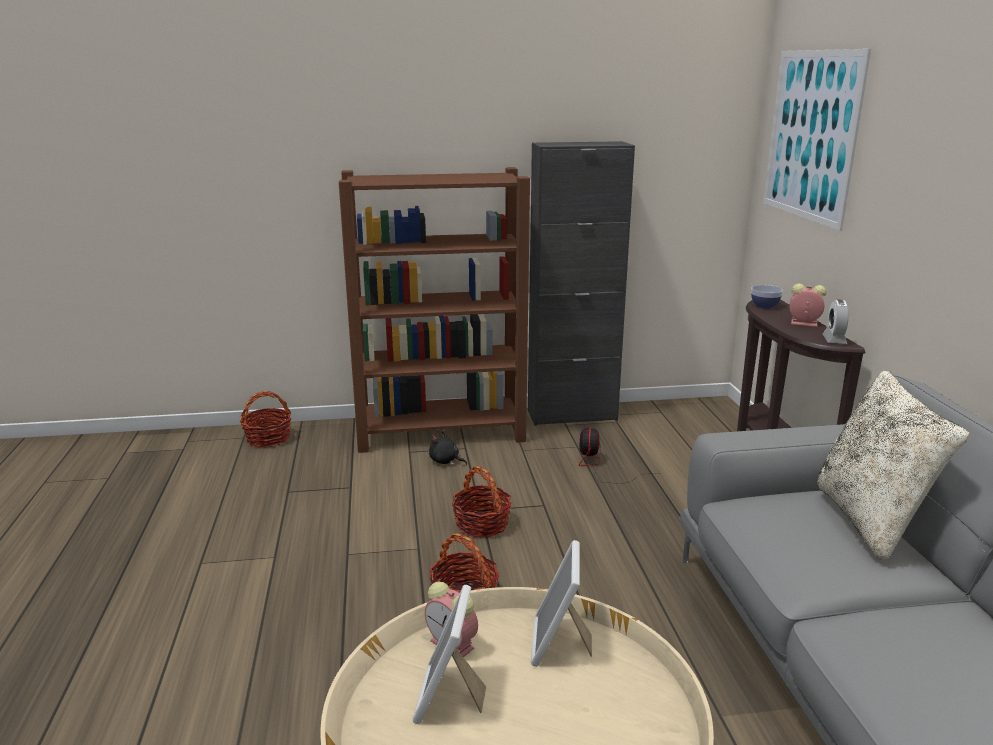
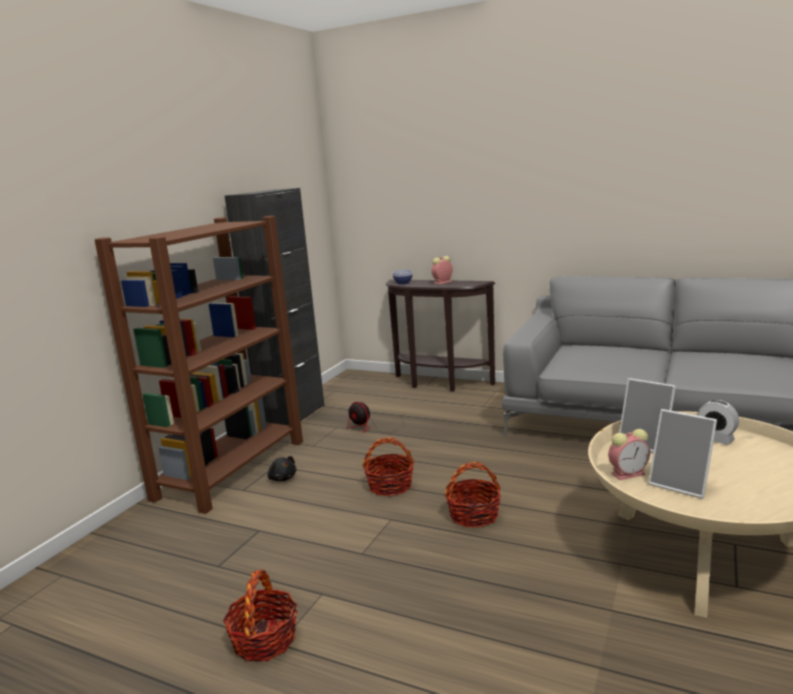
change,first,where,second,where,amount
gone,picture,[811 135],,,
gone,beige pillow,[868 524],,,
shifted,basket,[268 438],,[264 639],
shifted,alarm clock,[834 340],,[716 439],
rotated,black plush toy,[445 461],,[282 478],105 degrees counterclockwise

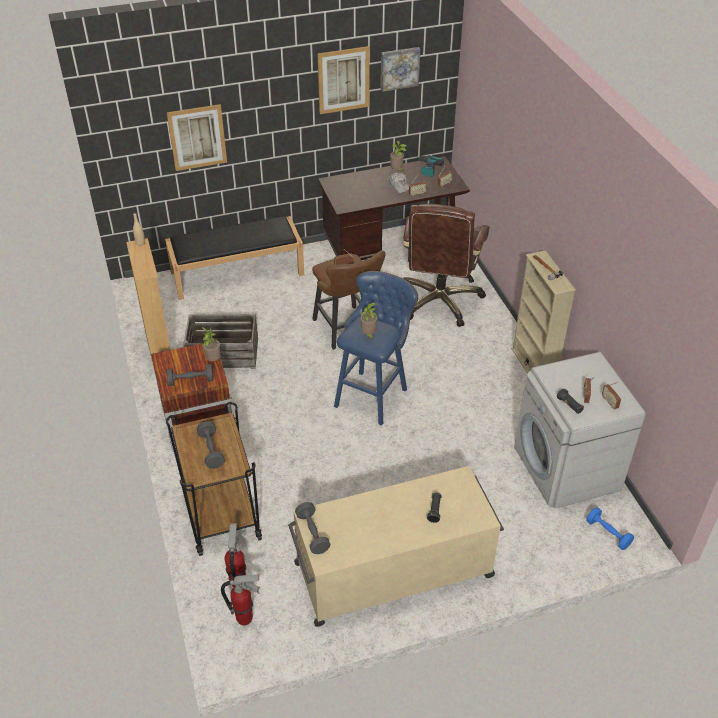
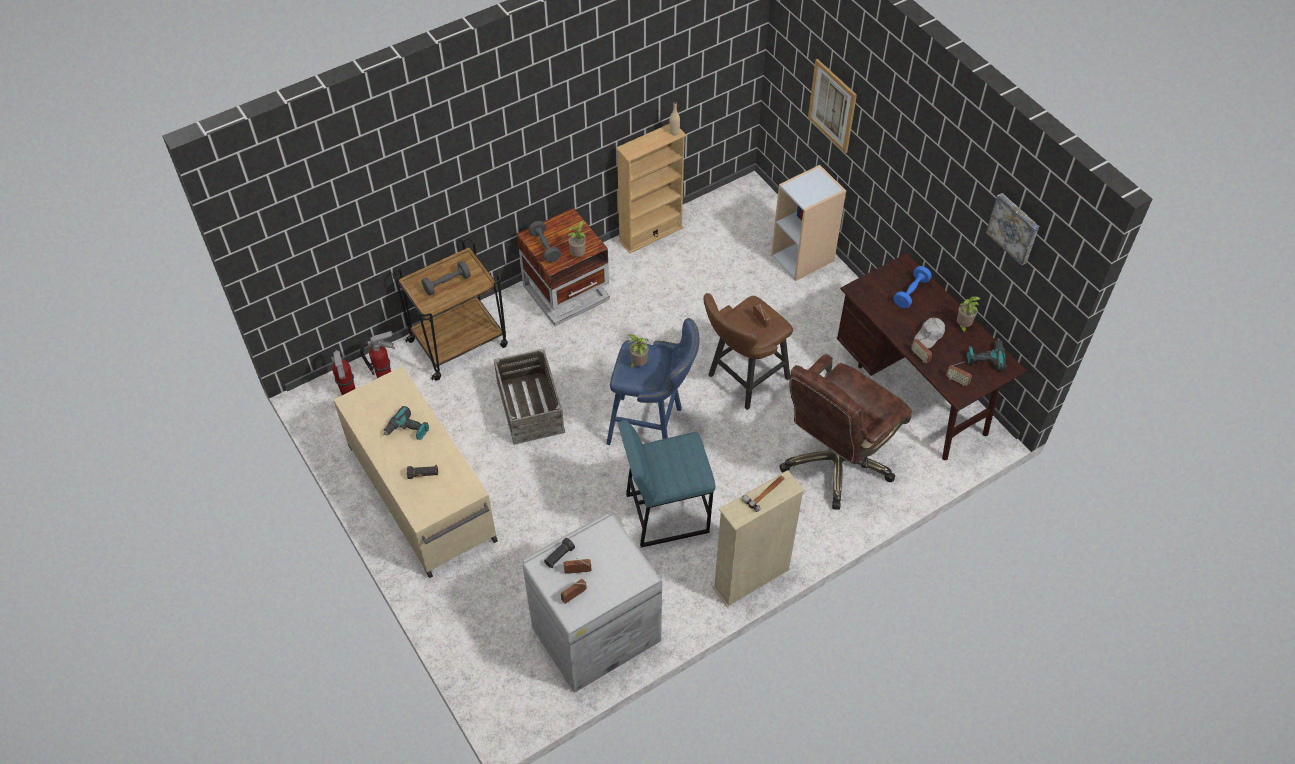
change,first,where,second,where,amount
gone,grey dumbbell,[312 533],,,
gone,picture,[343 80],,,
new,,,power drill,[407 430],
new,,,blue stool,[664 514],
shifted,crate,[223 354],,[529 407],
shifted,blue dumbbell,[608 533],,[911 292],
swapped,black bench,[238 272],bookcase,[803 258],
rotated,brown office chair,[439 299],,[836 460],45 degrees counterclockwise

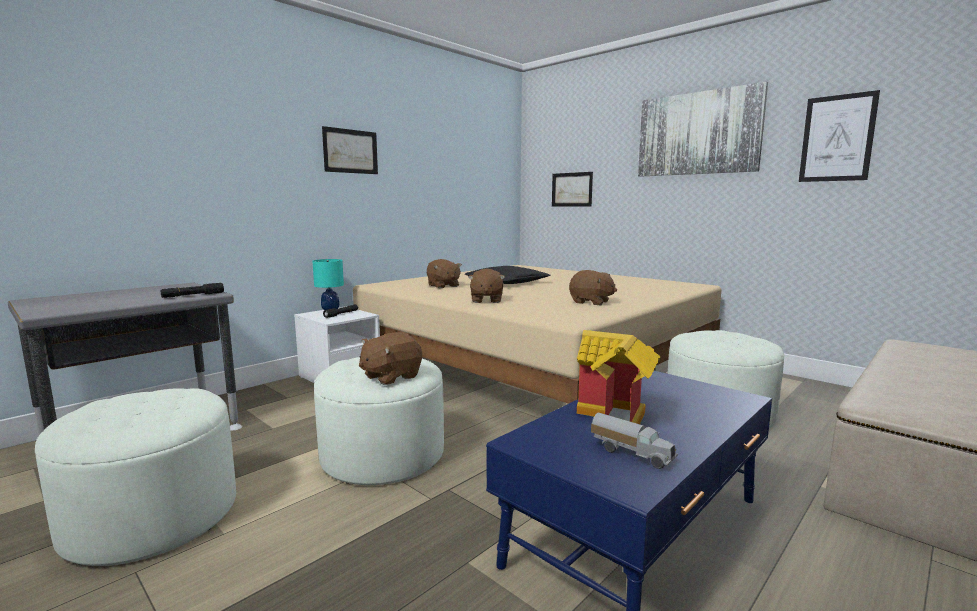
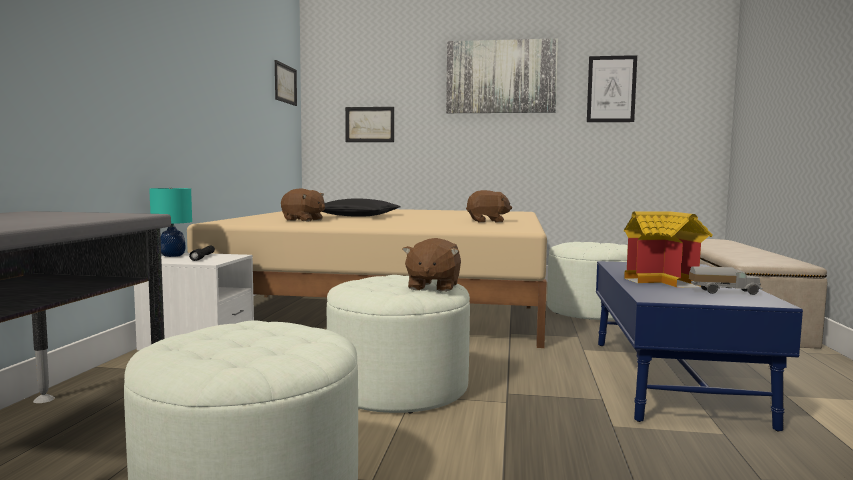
change,first,where,second,where,amount
gone,black flashlight,[193 295],,,
gone,brown plush toy,[486 300],,,
shifted,picture,[350 151],,[285 84],

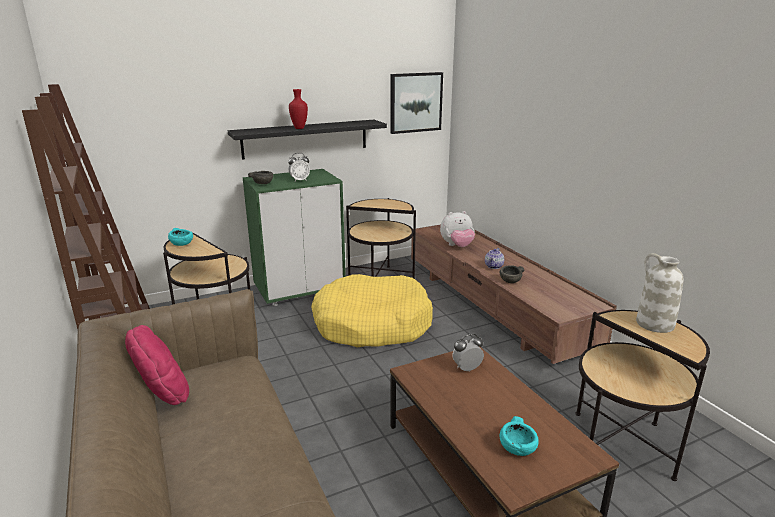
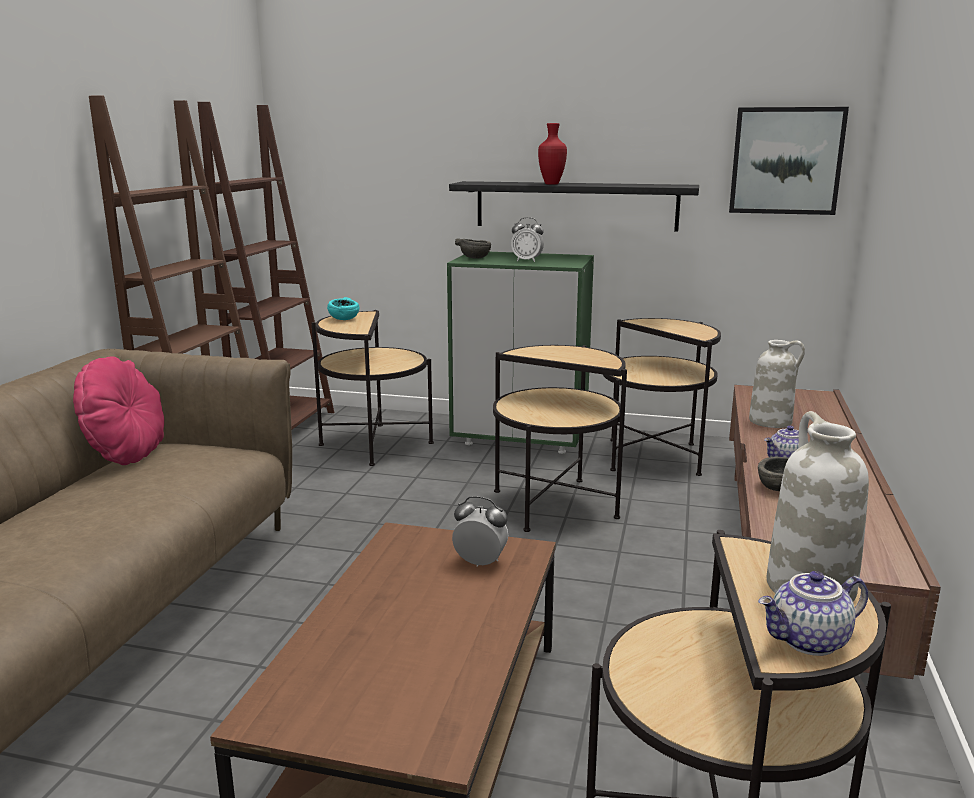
change,first,where,second,where,amount
gone,turquoise bowl,[518 449],,,
new,,,teapot,[809 642],
swapped,yellow dog bed,[372 324],side table,[554 504],
swapped,plush toy,[457 246],white vase,[771 421],

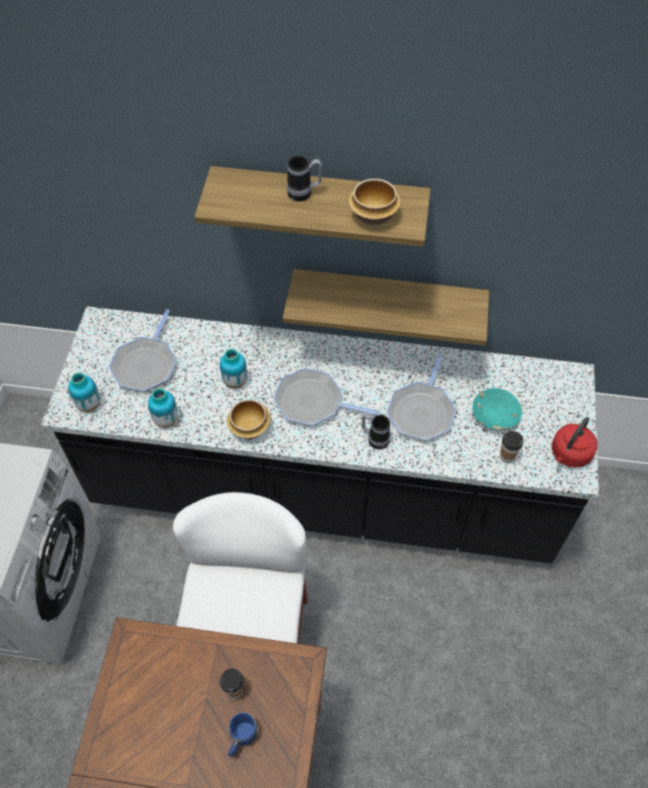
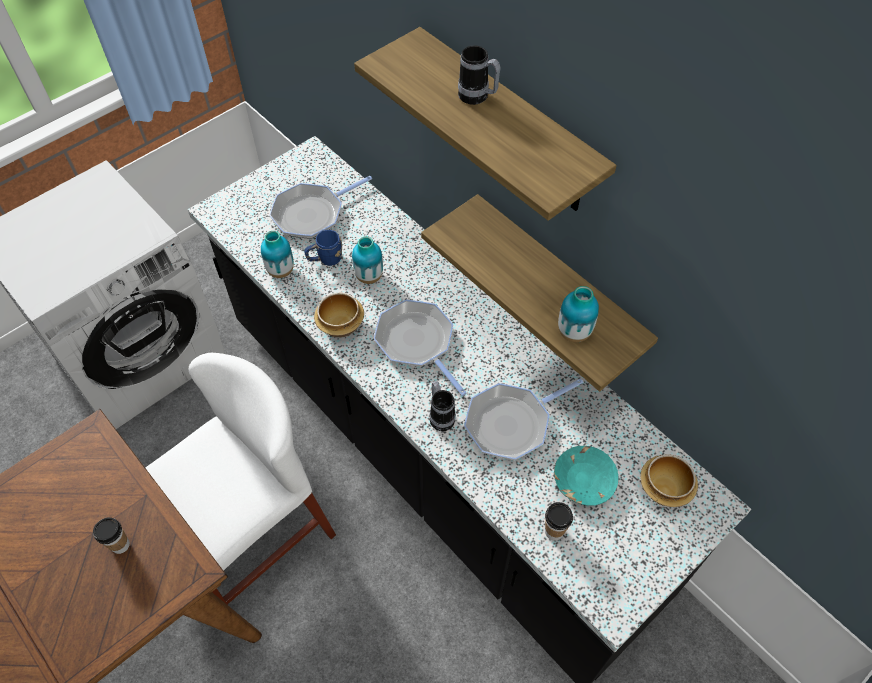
change,first,where,second,where,amount
gone,red kettle,[569 454],,,
shifted,vase,[89 405],,[573 333],
shifted,blue mug,[242 739],,[325 259],
shifted,bowl,[373 216],,[662 489],

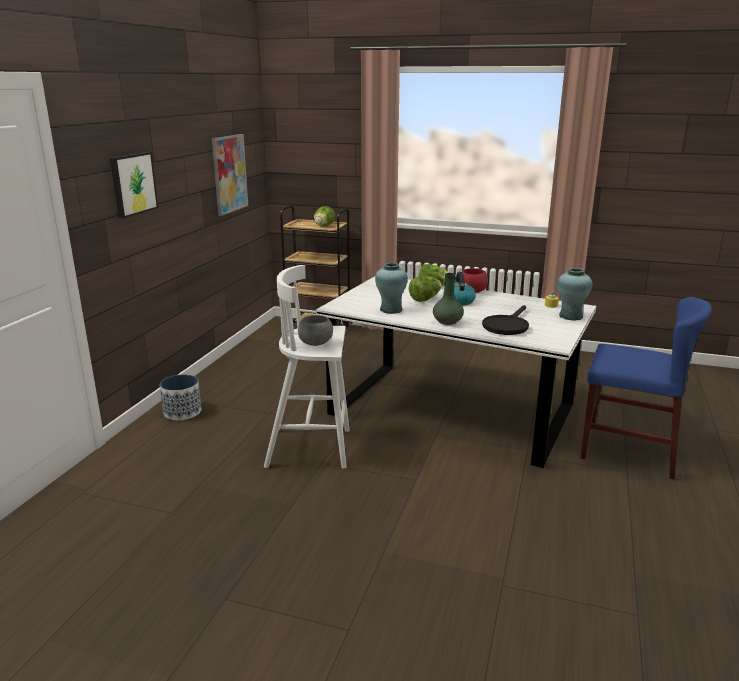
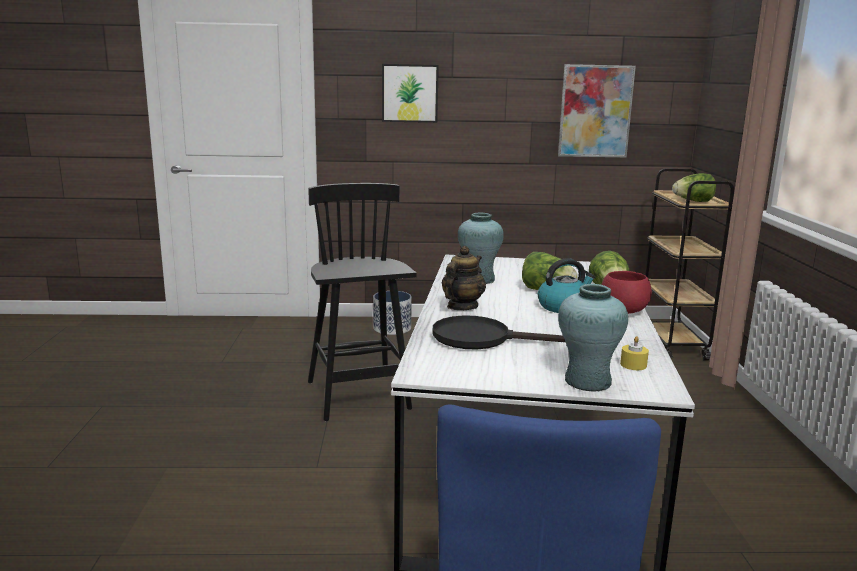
change,first,where,second,where,amount
gone,grey bowl,[316 344],,,
swapped,green vase,[447 322],teapot,[462 307],
repainted,white stool,[312 447],black stool,[359 396],

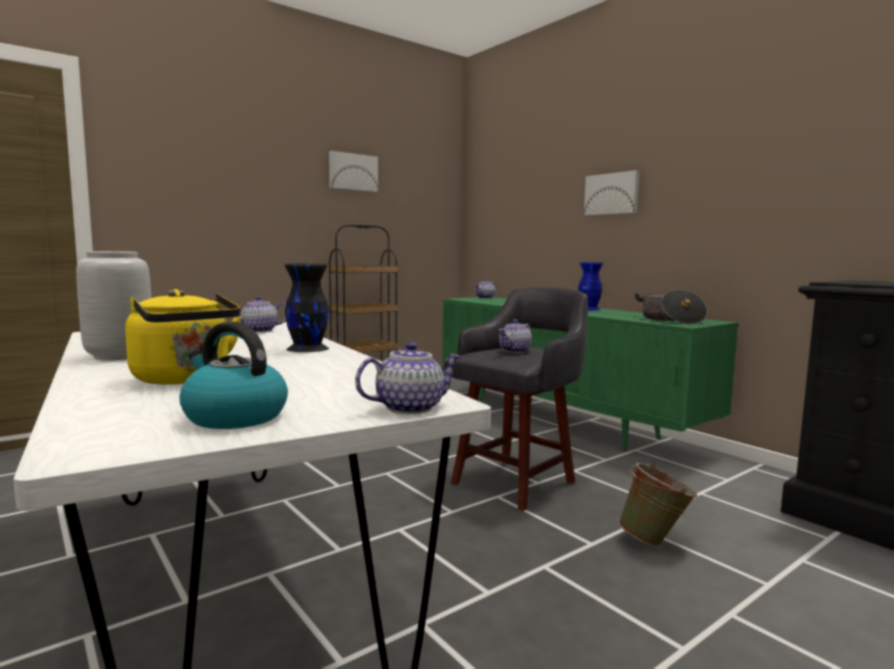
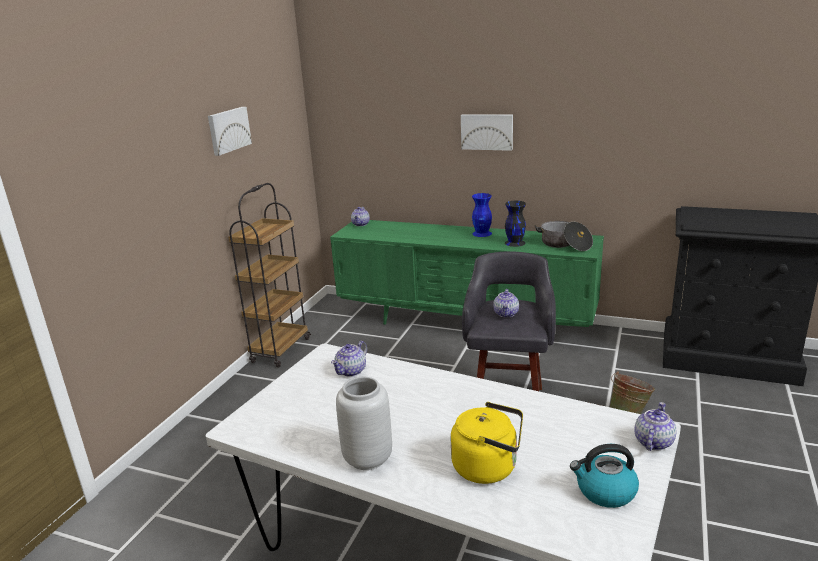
change,first,where,second,where,amount
shifted,black vase,[308 348],,[514 243],

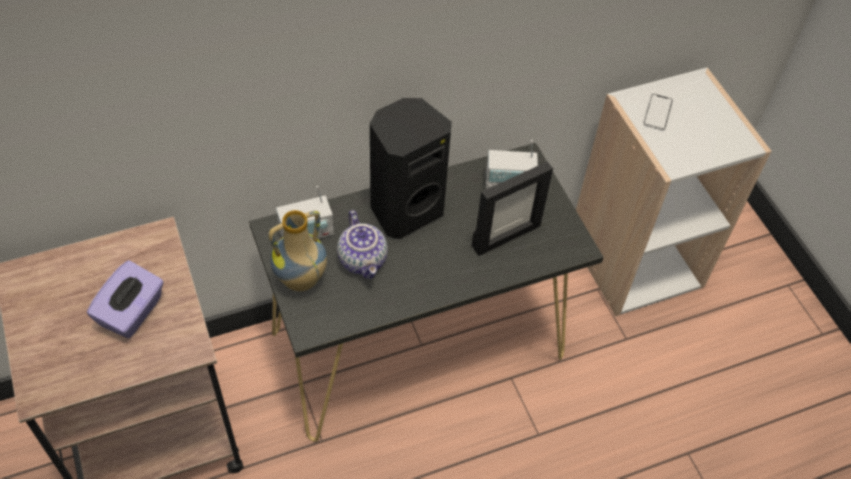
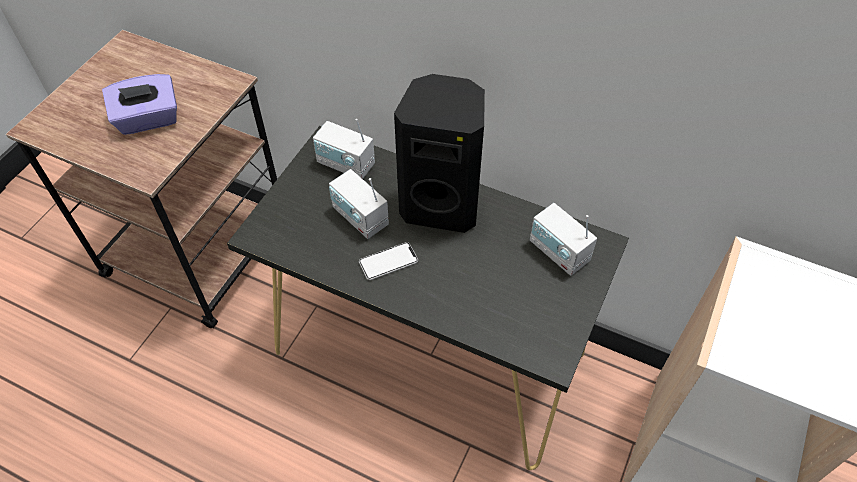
change,first,where,second,where,amount
gone,vase,[301 281],,,
gone,picture frame,[506 236],,,
shifted,phone,[657 112],,[388 262],
swapped,teapot,[364 260],radio,[360 218],

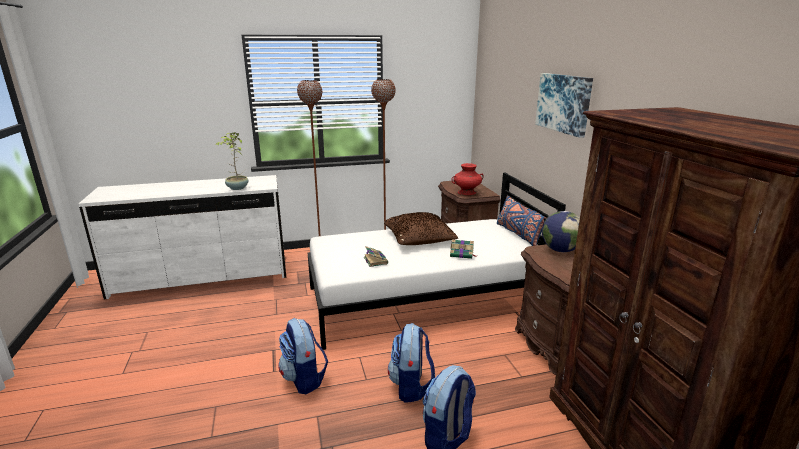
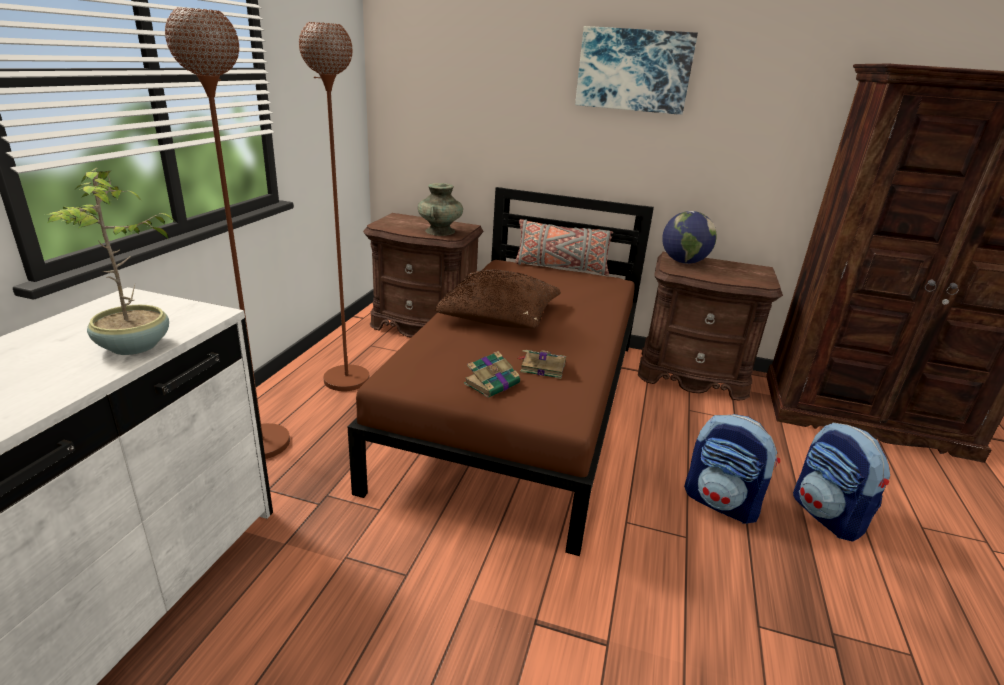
change,first,where,second,where,amount
gone,backpack,[304 379],,,
shifted,book,[462 254],,[493 383],
repainted,white bed,[424 299],brown bed,[521 406],
repainted,red vase,[466 192],turquoise vase,[440 231],
repainted,blue pillow,[518 234],grey pillow,[561 268],

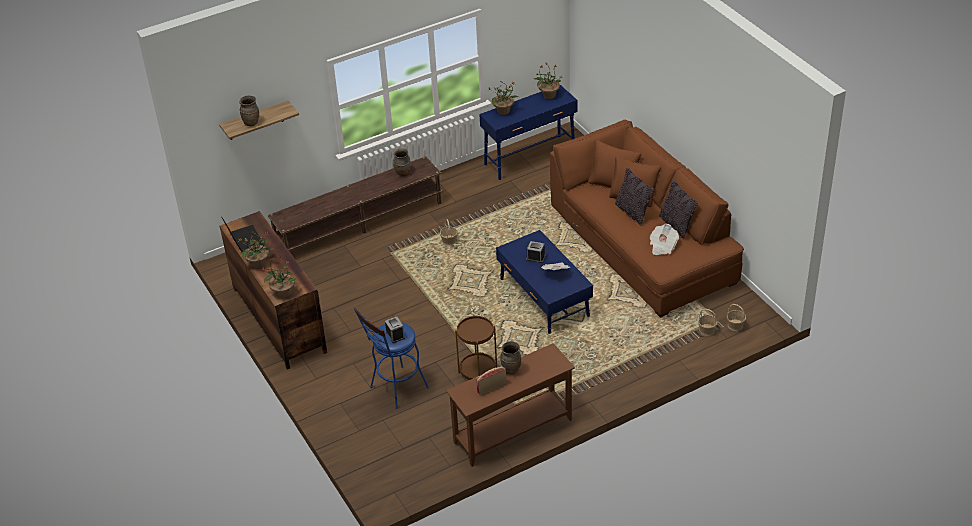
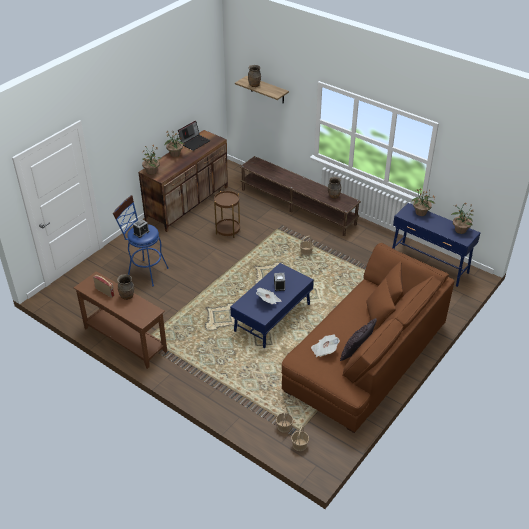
change,first,where,second,where,amount
gone,black pillow,[633 212],,,
shifted,brown side table,[477 371],,[227 230],

